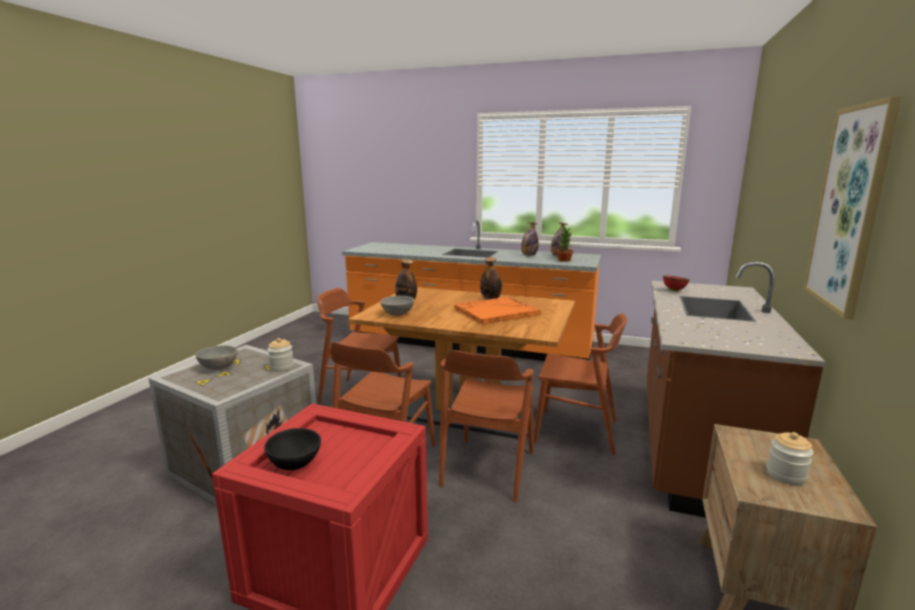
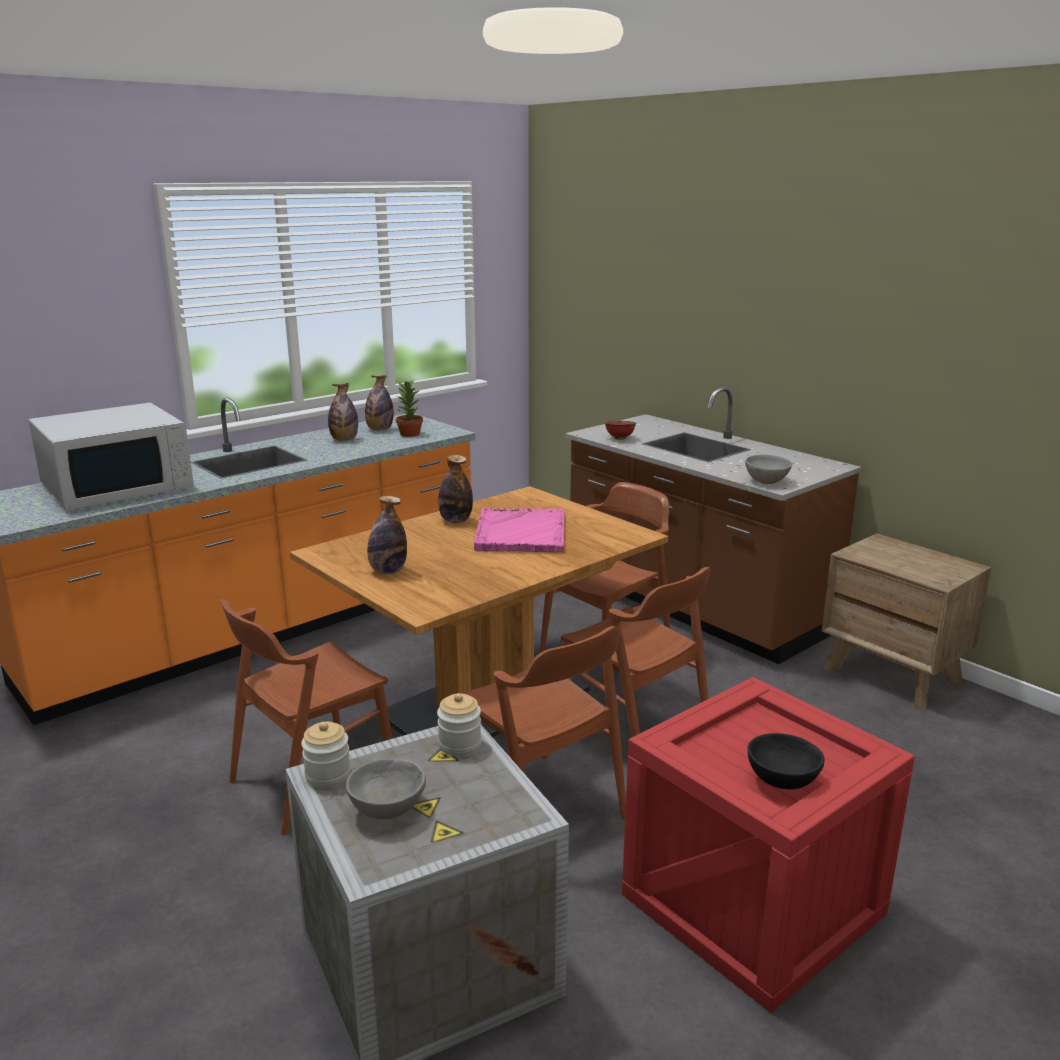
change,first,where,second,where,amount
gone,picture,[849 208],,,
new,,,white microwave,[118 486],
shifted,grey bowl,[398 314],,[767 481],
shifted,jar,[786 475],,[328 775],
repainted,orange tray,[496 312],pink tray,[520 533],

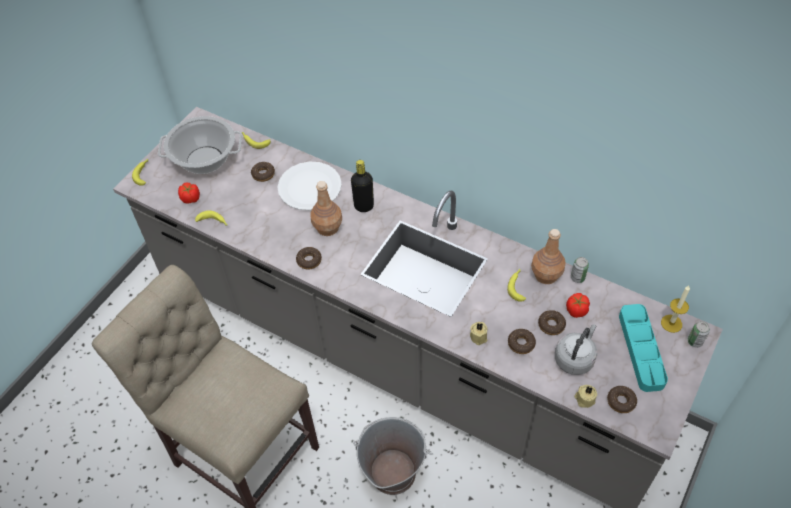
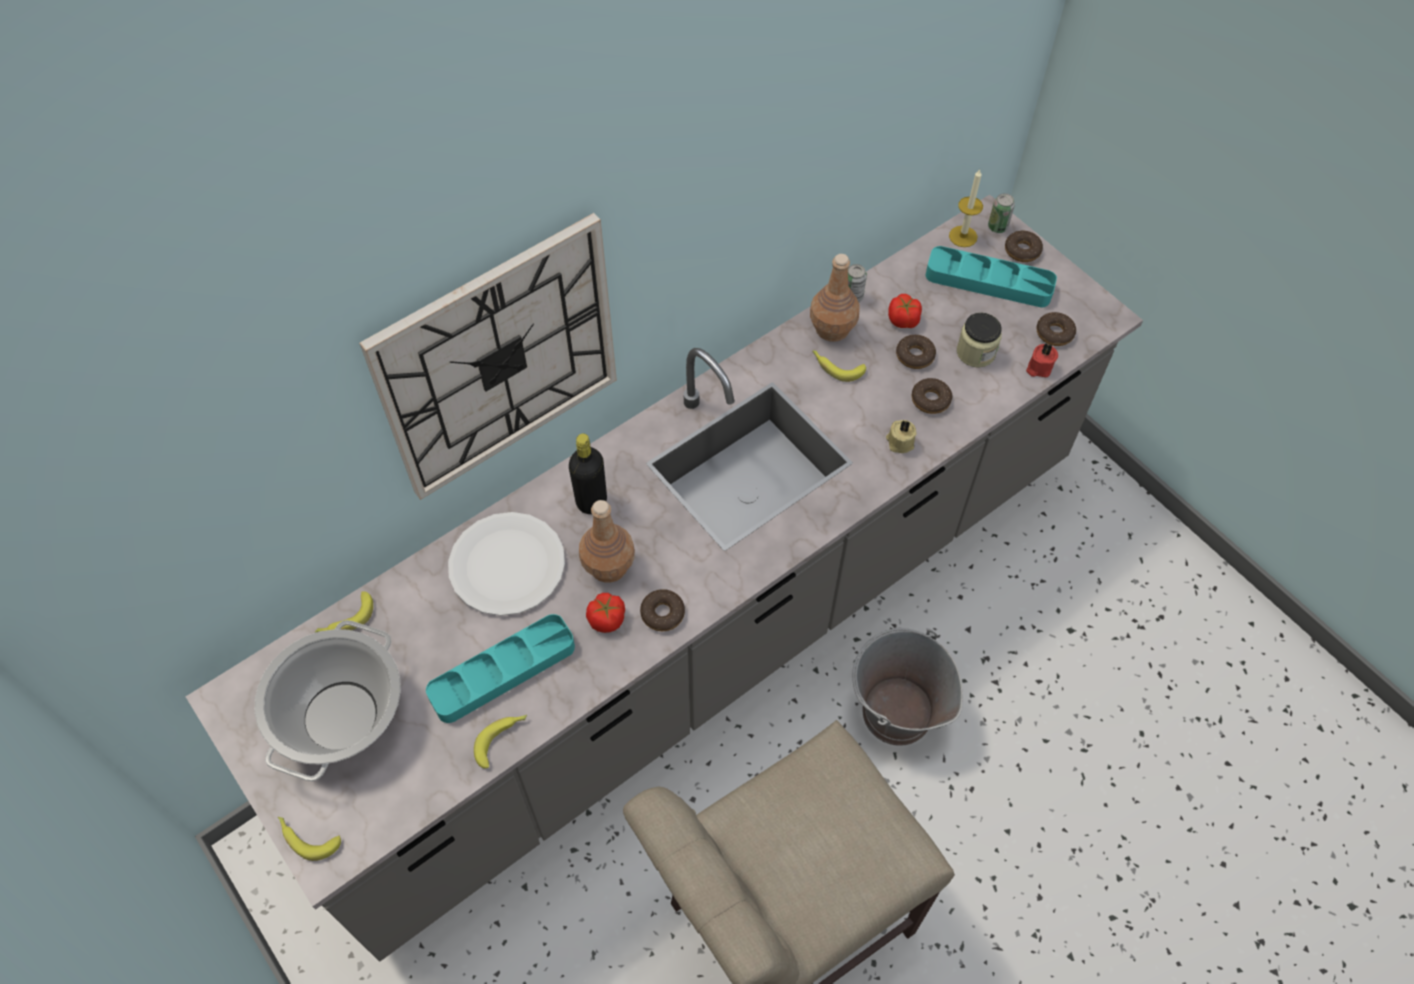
change,first,where,second,where,amount
new,,,wall clock,[499 360],
new,,,turquoise tray,[503 671],
shifted,tomato,[191 198],,[607 619],
shifted,donut,[263 174],,[1022 250],
swapped,grey kettle,[575 358],jar,[975 352],
repainted,beige candle,[584 399],red candle,[1038 368],

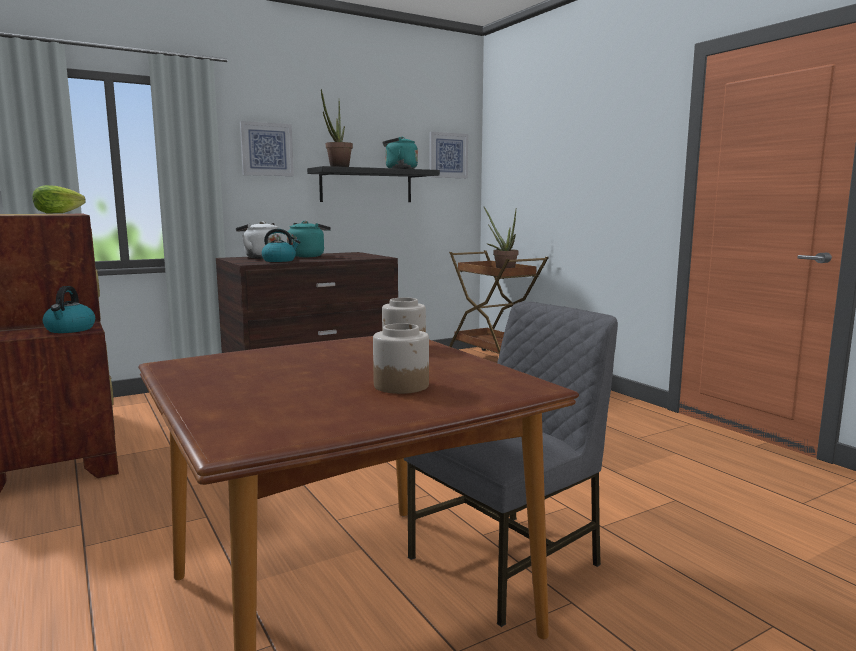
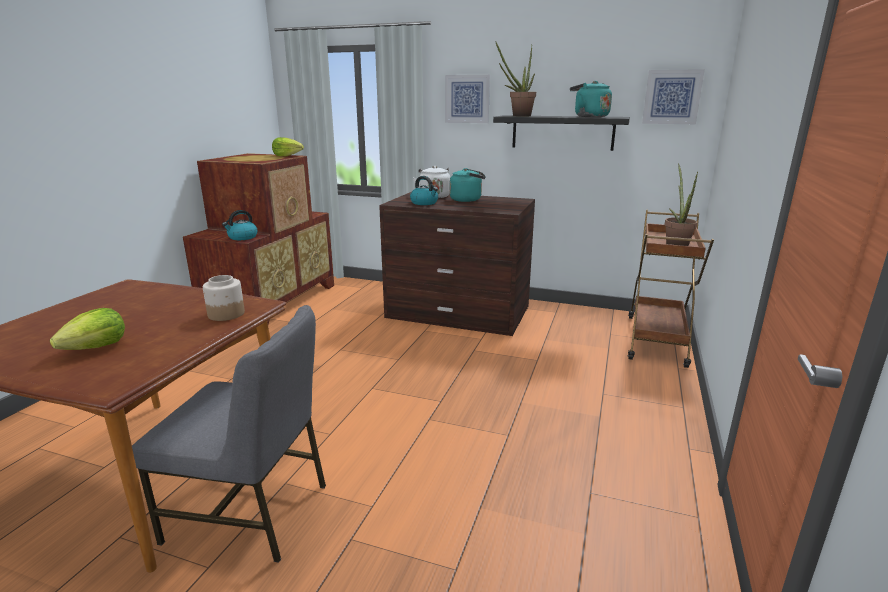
change,first,where,second,where,amount
swapped,jar,[401 385],lettuce,[96 347],

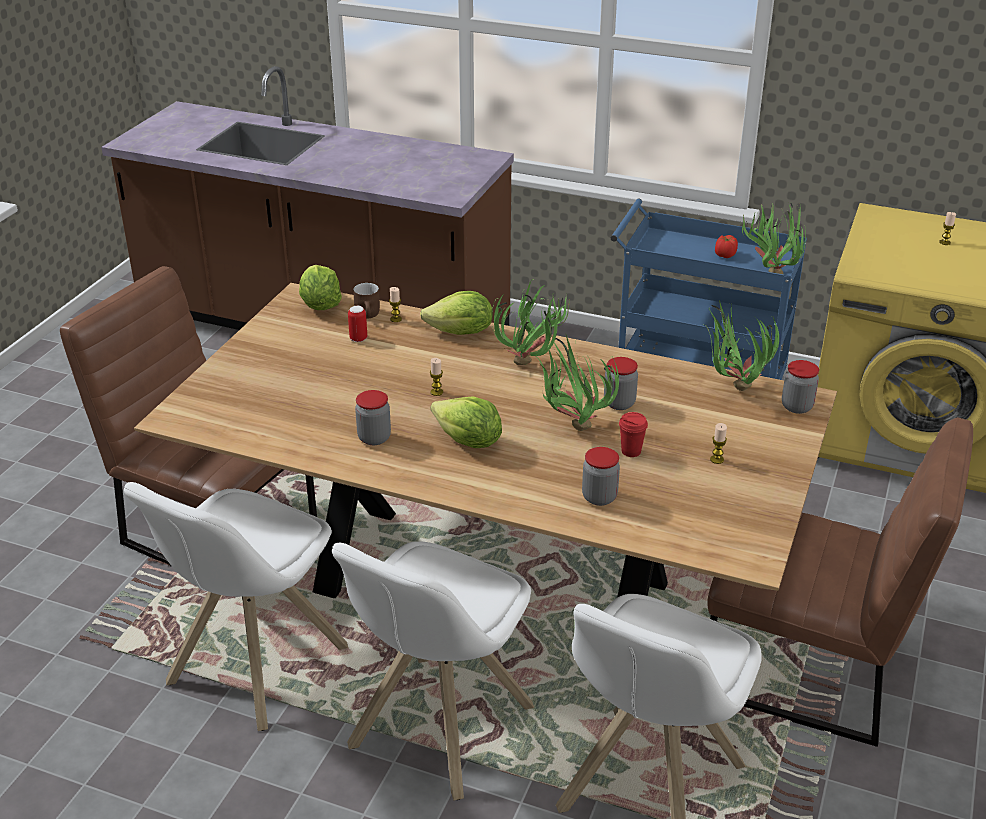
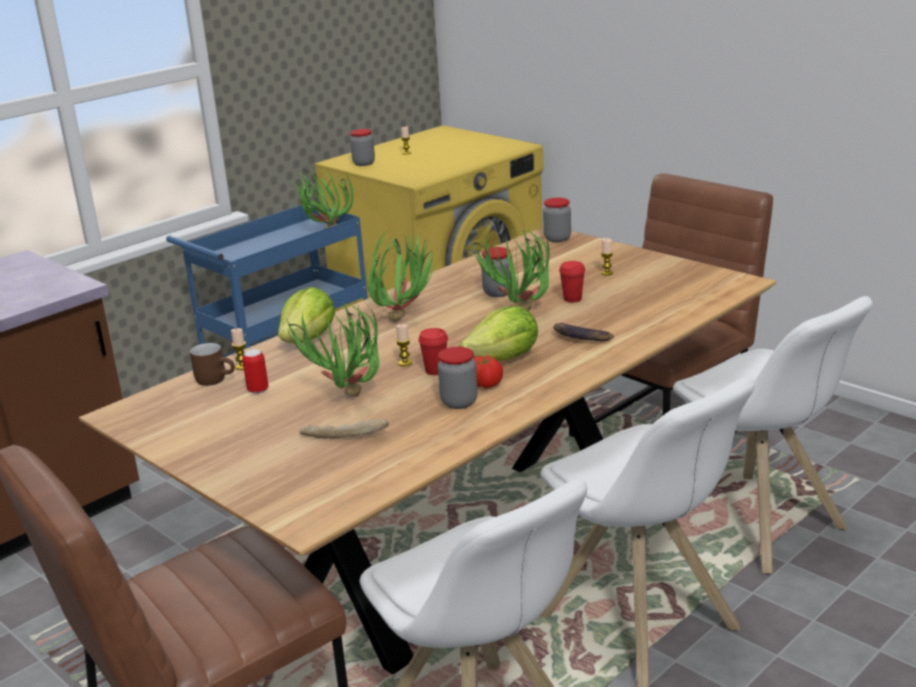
change,first,where,second,where,amount
gone,lettuce,[320 305],,,
new,,,bread,[344 436],
new,,,red cup,[435 370],
new,,,banana,[580 338],
shifted,jar,[599 497],,[364 163],
shifted,potted plant,[732 390],,[349 401],
shifted,tomato,[724 255],,[486 385],

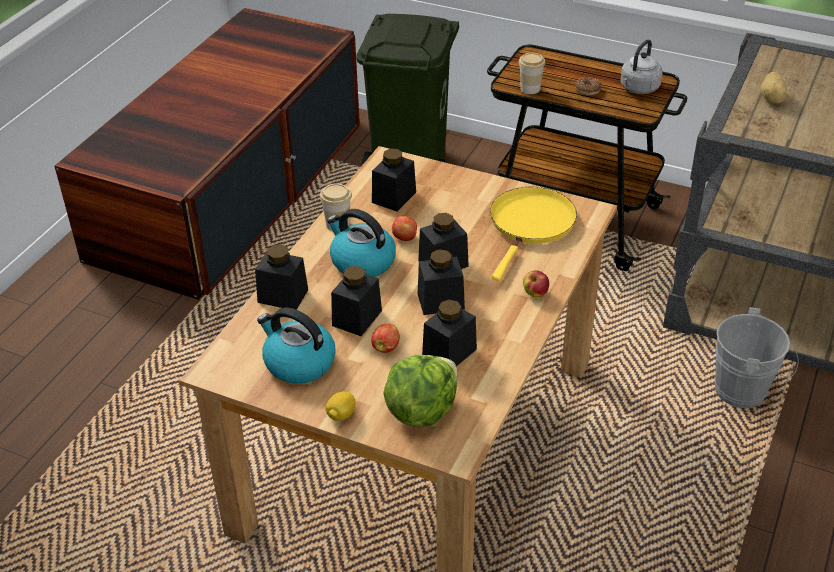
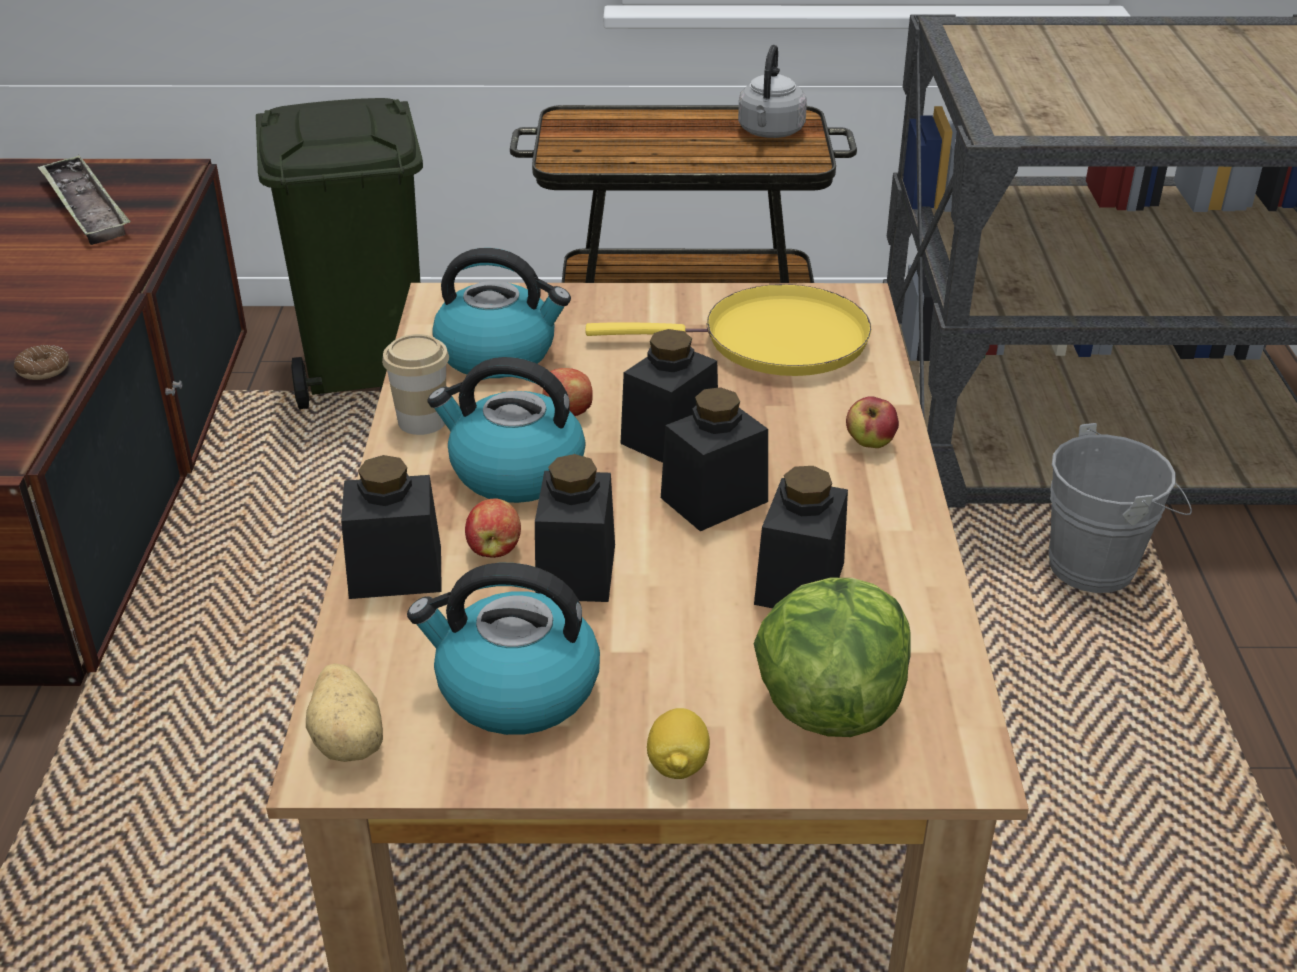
change,first,where,second,where,amount
gone,cup,[530 89],,,
new,,,tray,[85 208],
shifted,apple,[386 347],,[494 549],
shifted,donut,[587 90],,[43 370],
shifted,potato,[772 99],,[350 739],
swapped,black jar,[394 197],kettle,[498 354],
rotated,yellow frying pan,[530 225],,[773 341],90 degrees clockwise

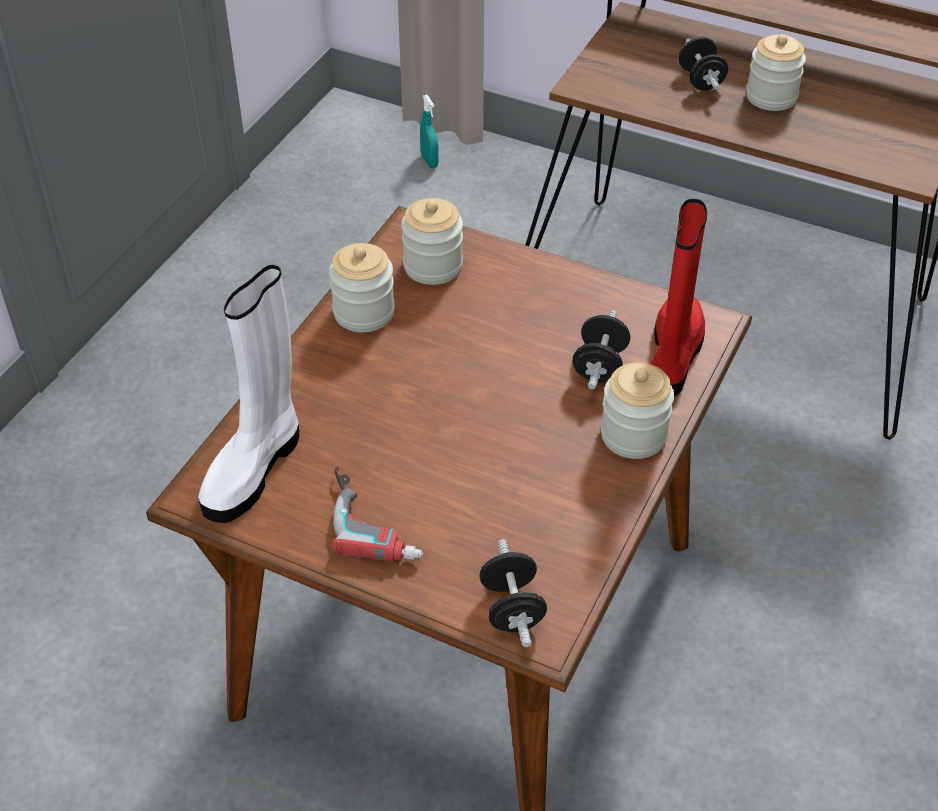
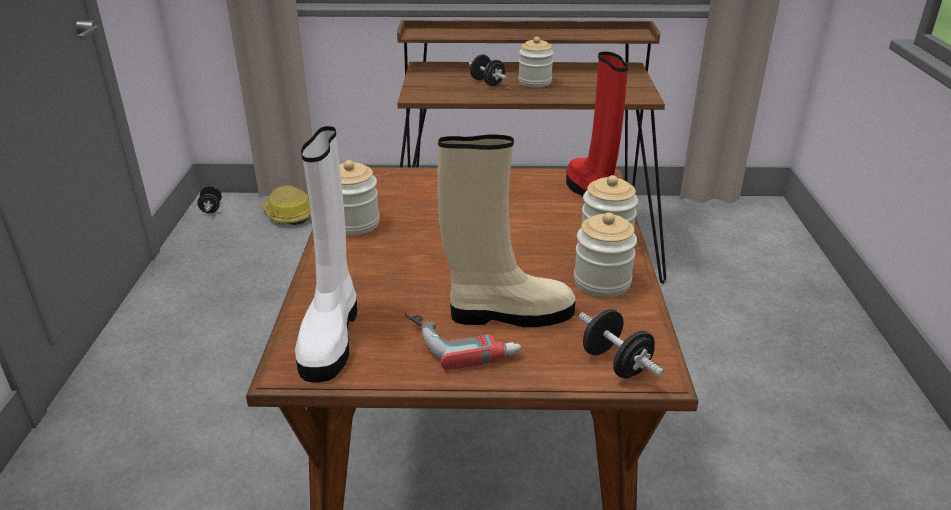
change,first,where,second,where,amount
new,,,beige boot,[507 314],
shifted,jar,[433 266],,[602 282],
shifted,black dumbbell,[599 366],,[211 208],
swapped,turquoise spray bottle,[429 161],hard hat,[288 215],

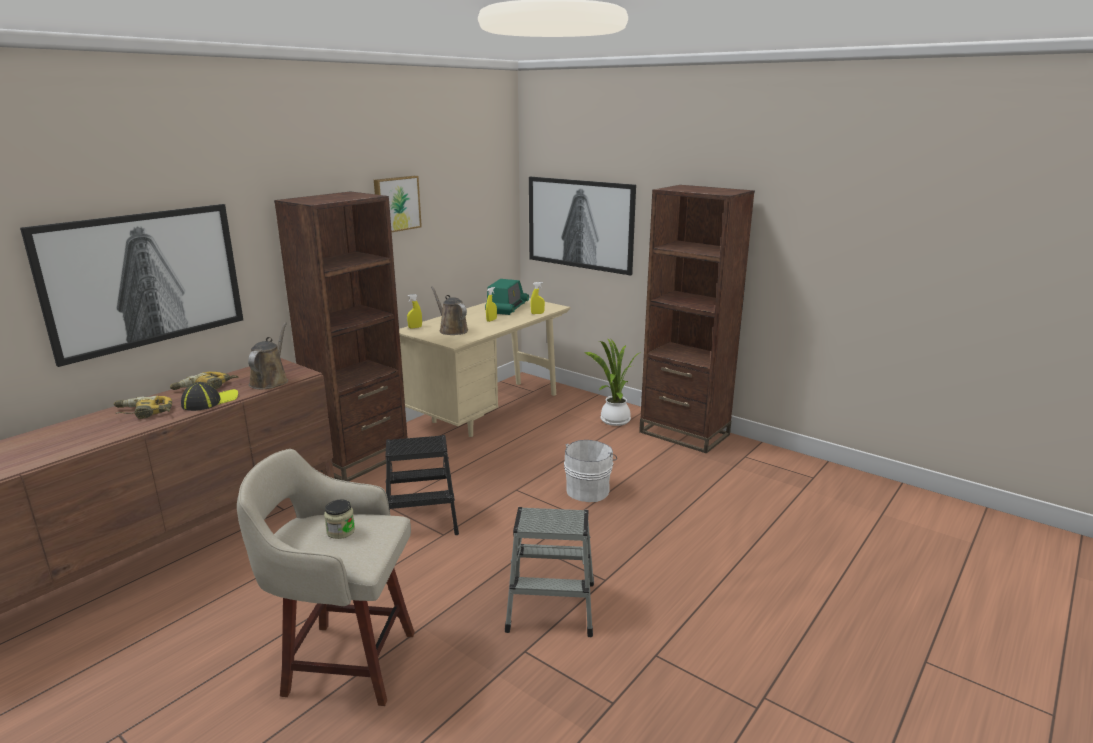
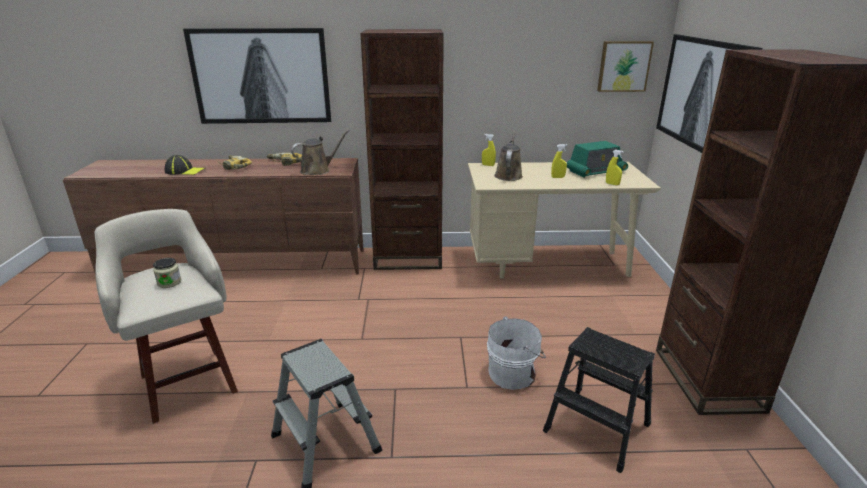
change,first,where,second,where,amount
gone,potted plant,[613 421],,,
shifted,cap,[210 401],,[185 171],
shifted,picture,[396 204],,[623 66],
shifted,black step ladder,[422 519],,[597 427],

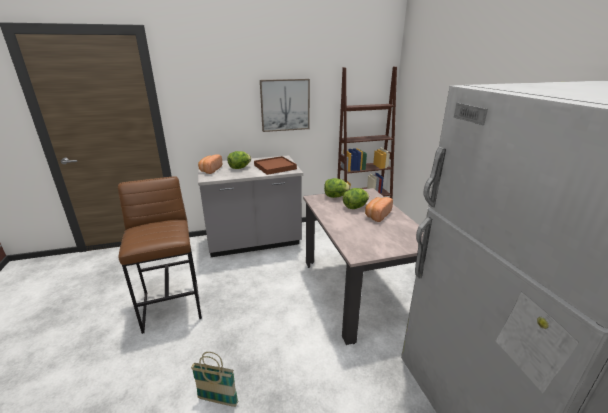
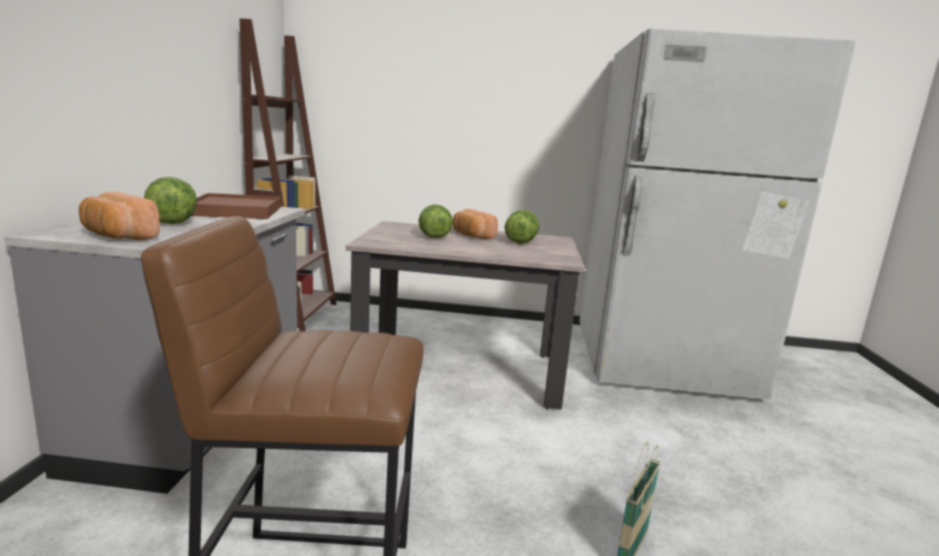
change,first,where,second,where,amount
gone,picture,[285 105],,,
shifted,lettuce,[335 196],,[520 242],

